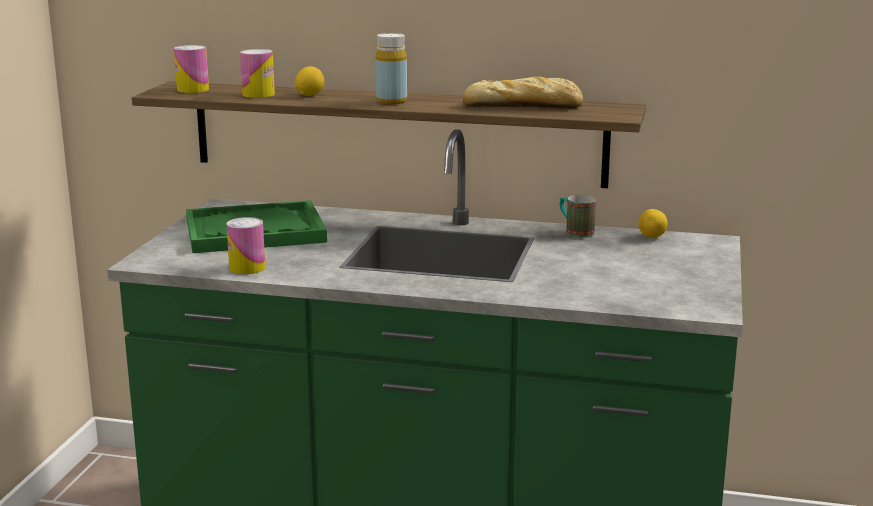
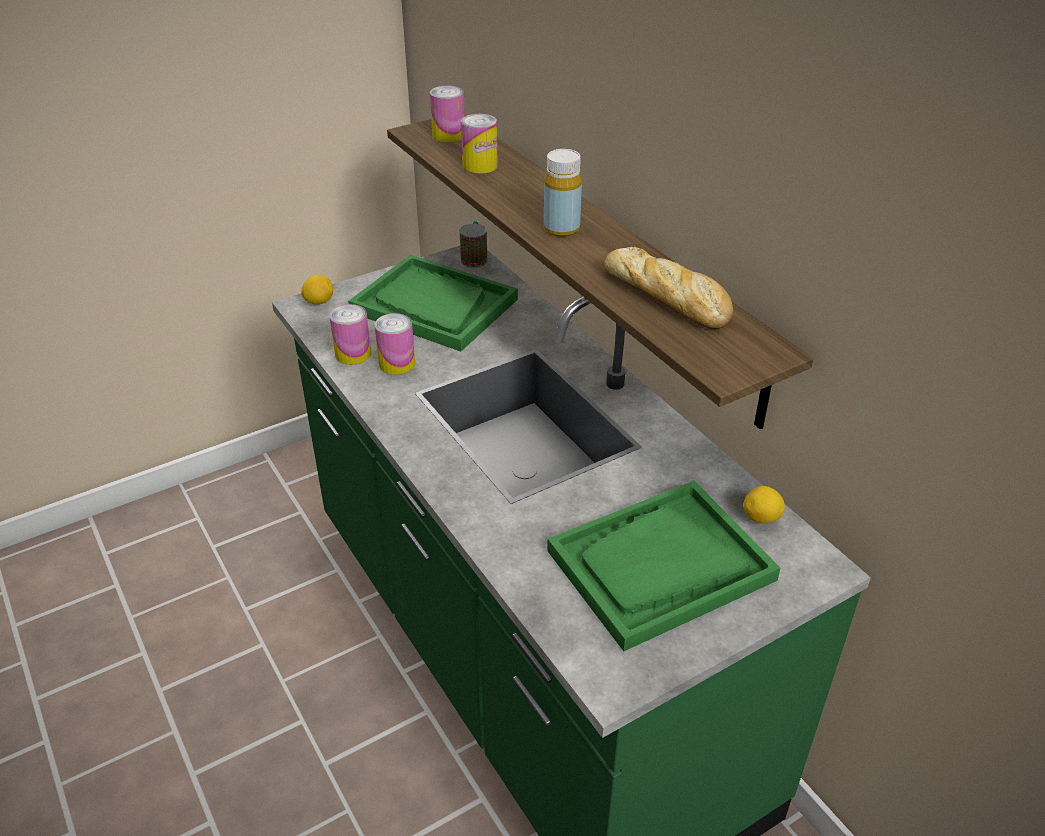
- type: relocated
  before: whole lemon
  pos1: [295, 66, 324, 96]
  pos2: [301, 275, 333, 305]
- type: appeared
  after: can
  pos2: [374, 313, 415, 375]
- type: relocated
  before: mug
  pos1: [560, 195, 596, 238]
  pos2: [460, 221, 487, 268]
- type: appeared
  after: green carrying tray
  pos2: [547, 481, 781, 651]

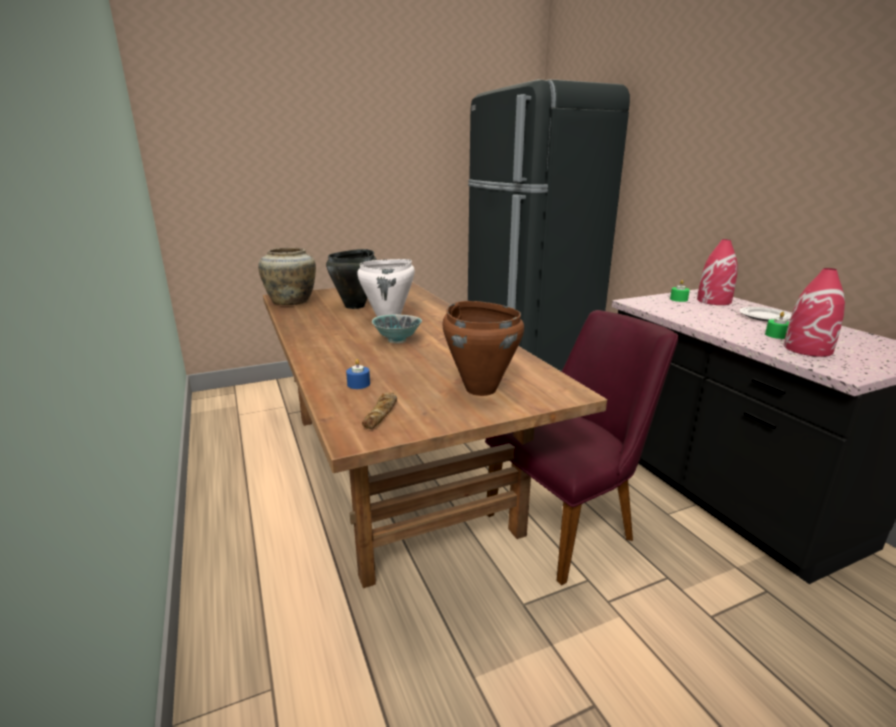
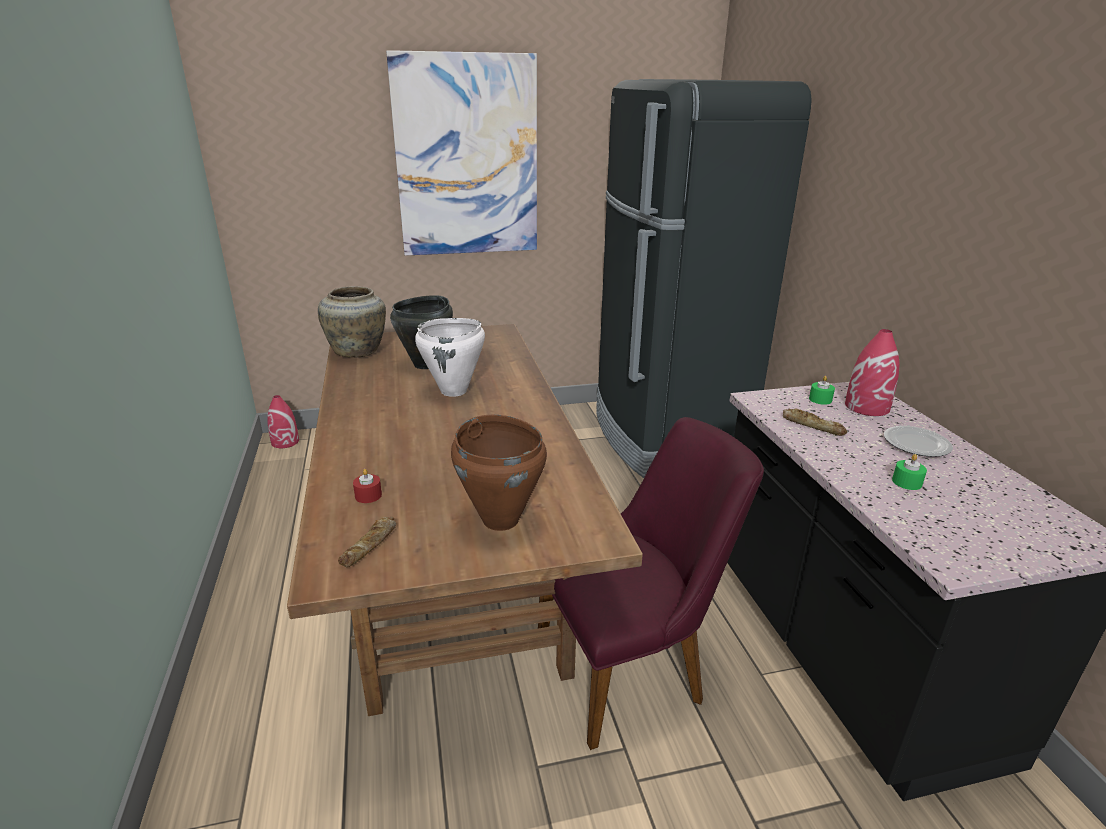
- type: relocated
  before: red flower vase
  pos1: [784, 268, 845, 357]
  pos2: [267, 395, 299, 448]
- type: colour
  before: bluish wax light
  after: red wax light
  pos1: [346, 359, 370, 389]
  pos2: [353, 469, 382, 503]
- type: appeared
  after: picture
  pos2: [386, 50, 537, 256]
- type: appeared
  after: bakery bread
  pos2: [783, 409, 847, 436]
- type: missing
  before: serving bowl
  pos1: [372, 314, 422, 343]

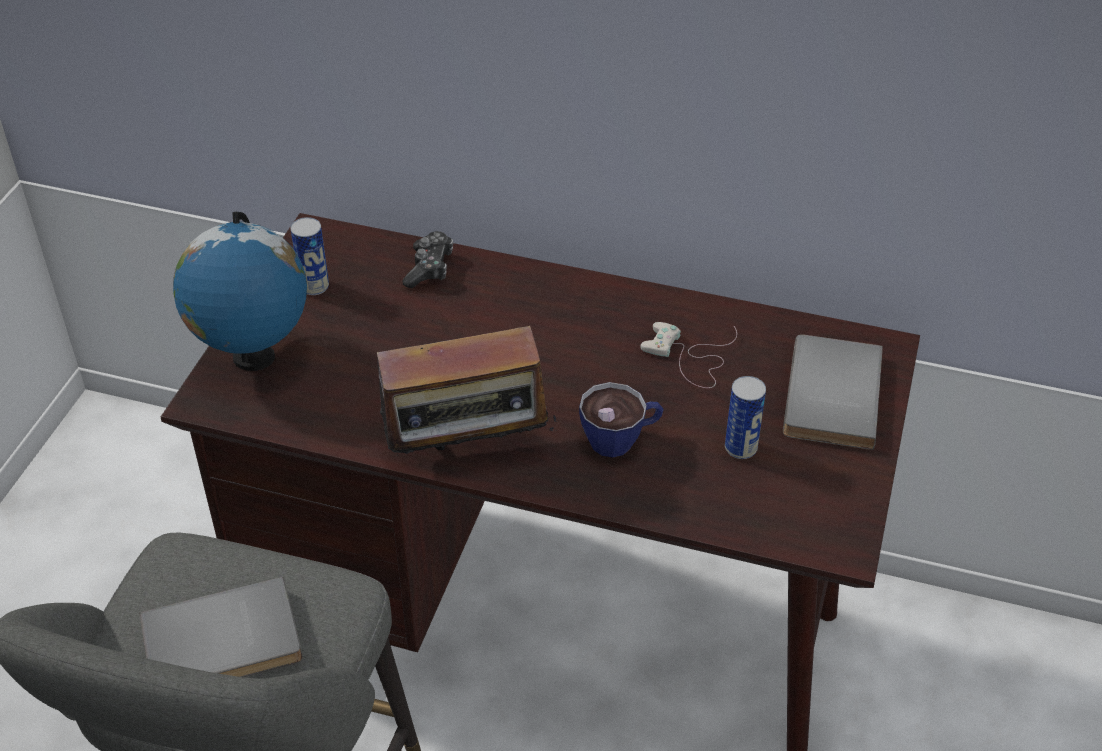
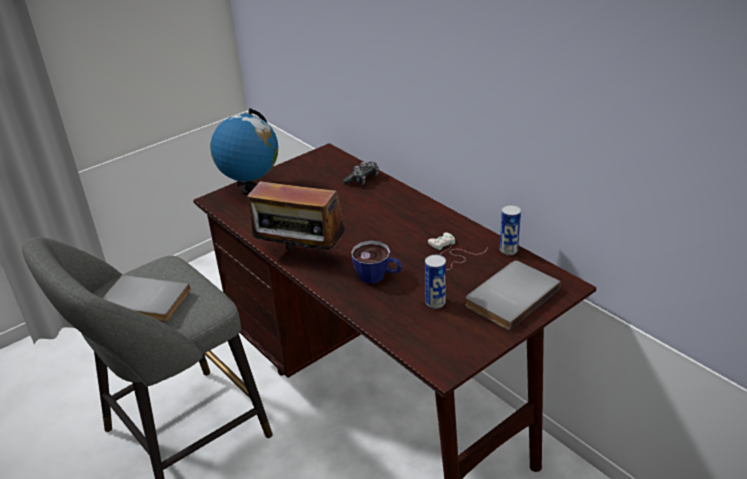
- type: relocated
  before: can
  pos1: [290, 217, 329, 295]
  pos2: [500, 205, 521, 255]

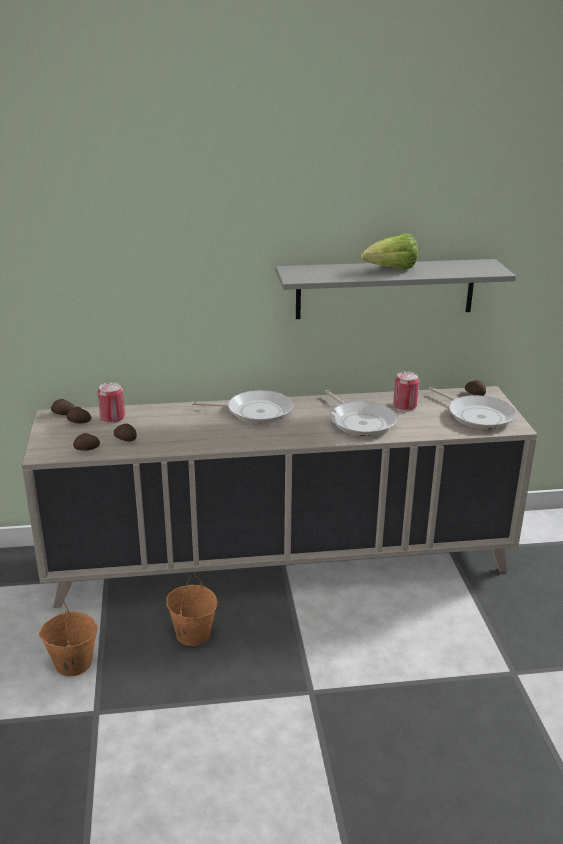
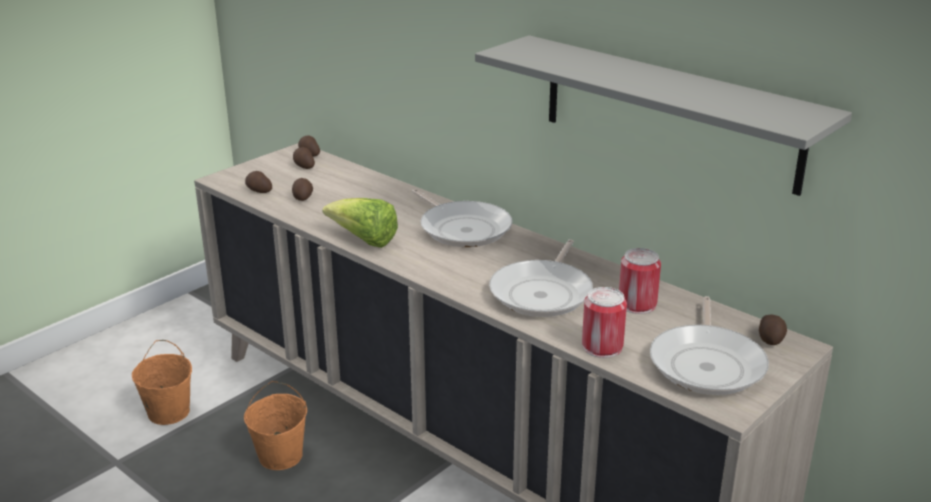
- type: relocated
  before: lettuce head
  pos1: [360, 233, 418, 269]
  pos2: [322, 198, 398, 248]
- type: relocated
  before: can
  pos1: [97, 382, 125, 424]
  pos2: [582, 287, 627, 358]

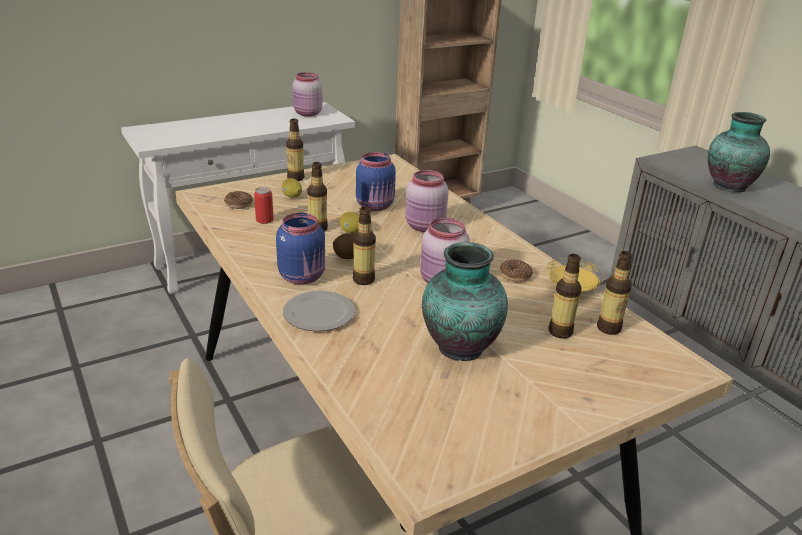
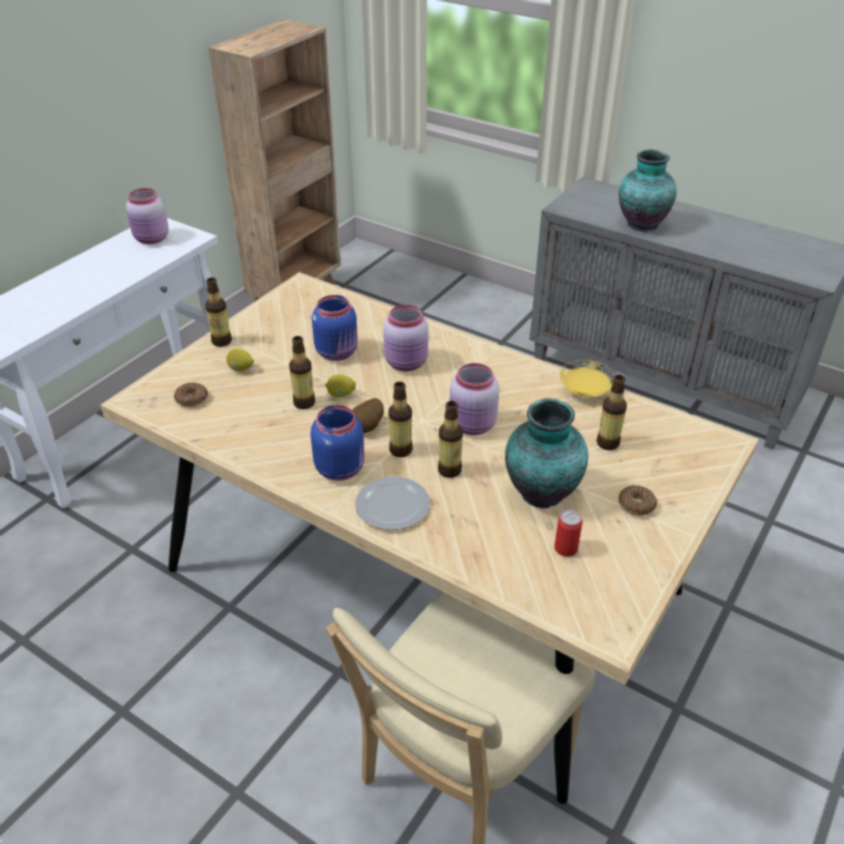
- type: relocated
  before: beverage bottle
  pos1: [597, 251, 632, 335]
  pos2: [438, 401, 463, 478]
- type: relocated
  before: can
  pos1: [254, 187, 274, 224]
  pos2: [554, 510, 583, 557]
- type: relocated
  before: doughnut
  pos1: [500, 260, 533, 282]
  pos2: [618, 485, 657, 516]

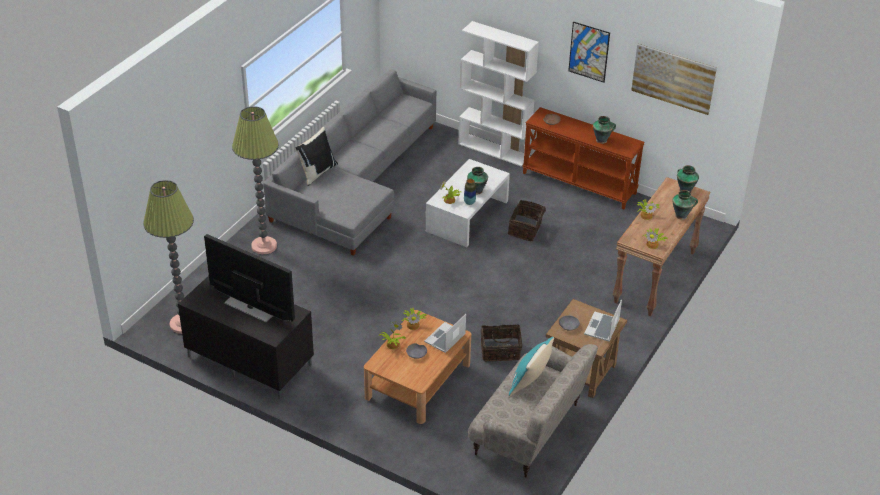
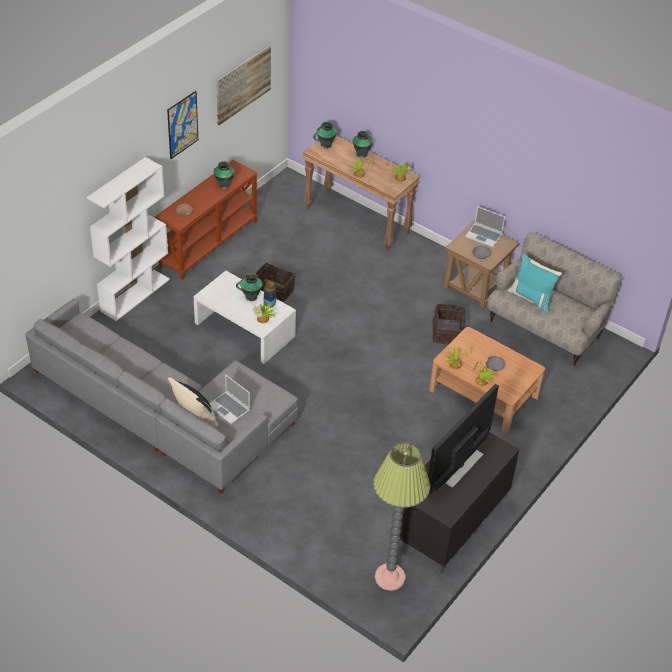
- type: relocated
  before: notebook computer
  pos1: [424, 314, 466, 353]
  pos2: [209, 374, 250, 424]
- type: missing
  before: standard lamp
  pos1: [232, 106, 279, 254]

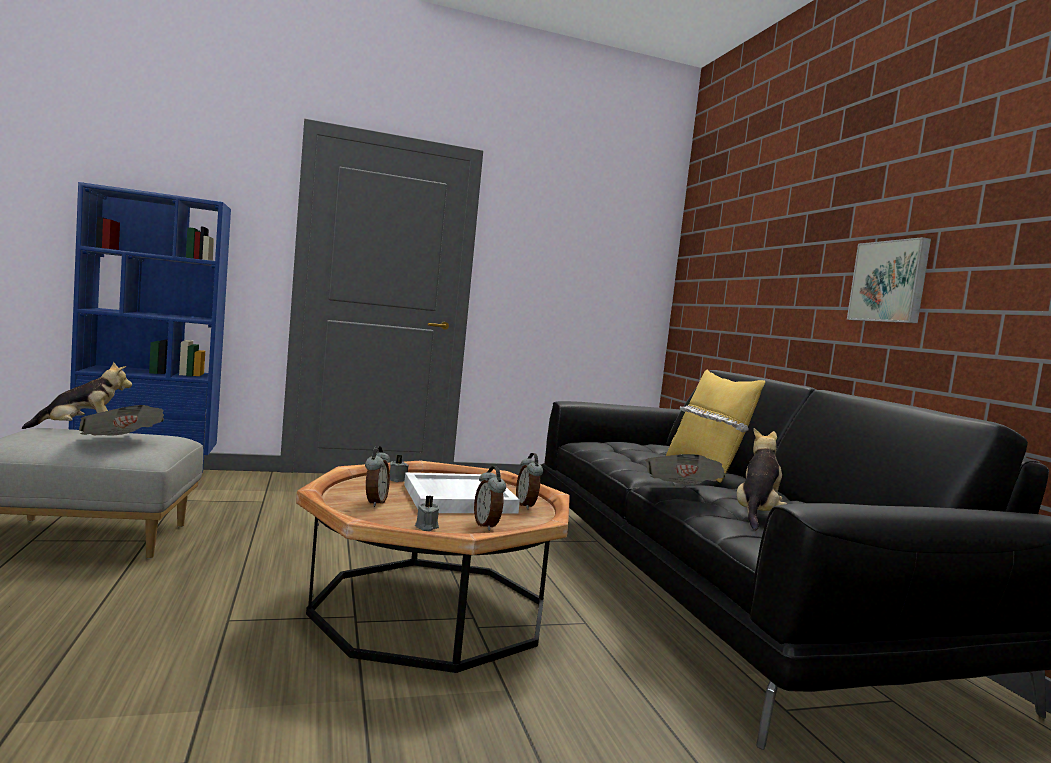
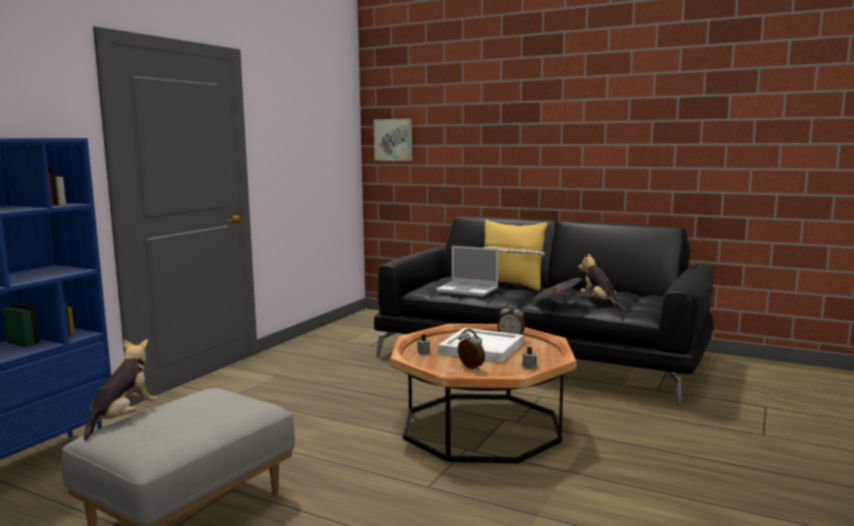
- type: relocated
  before: picture
  pos1: [847, 237, 931, 323]
  pos2: [373, 118, 412, 161]
- type: appeared
  after: notebook computer
  pos2: [436, 246, 498, 297]
- type: missing
  before: newspaper
  pos1: [79, 405, 164, 436]
- type: missing
  before: alarm clock
  pos1: [474, 466, 506, 531]

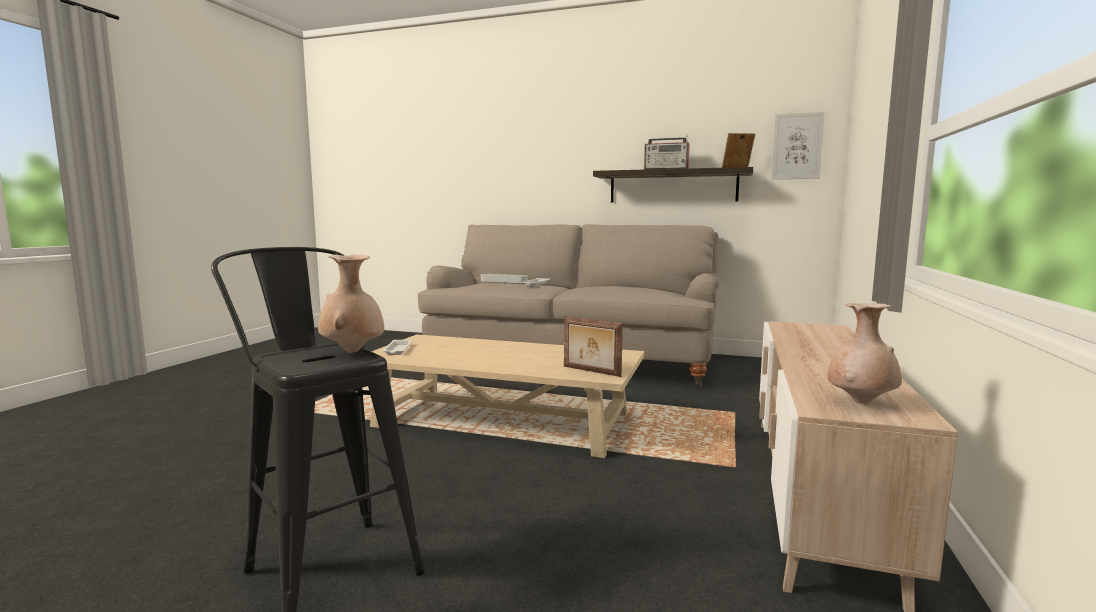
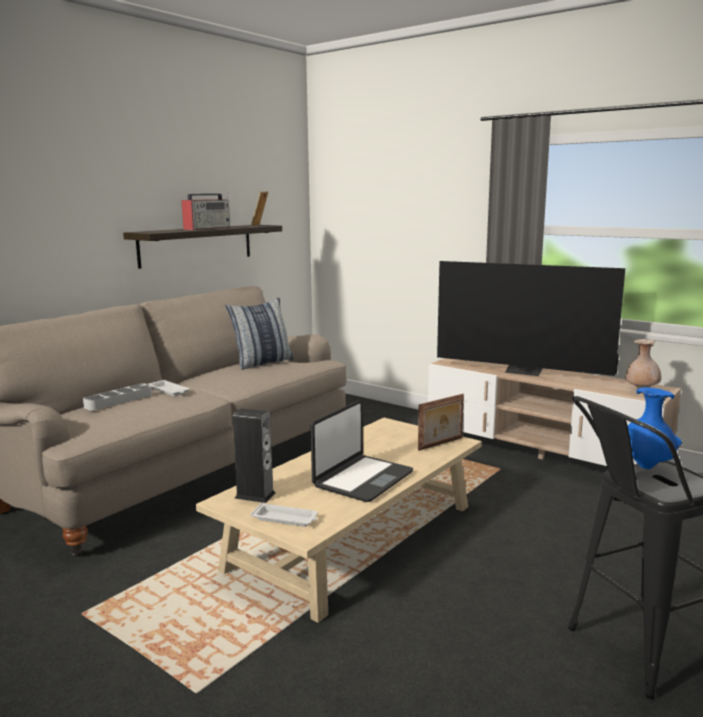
- type: appeared
  after: pillow
  pos2: [225, 298, 294, 370]
- type: appeared
  after: audio speaker
  pos2: [233, 408, 276, 503]
- type: appeared
  after: notebook computer
  pos2: [311, 400, 413, 502]
- type: appeared
  after: television
  pos2: [437, 261, 626, 376]
- type: colour
  before: beige-coloured flower vase
  after: bluish flower vase
  pos1: [318, 254, 384, 353]
  pos2: [628, 387, 682, 469]
- type: missing
  before: picture
  pos1: [772, 112, 825, 180]

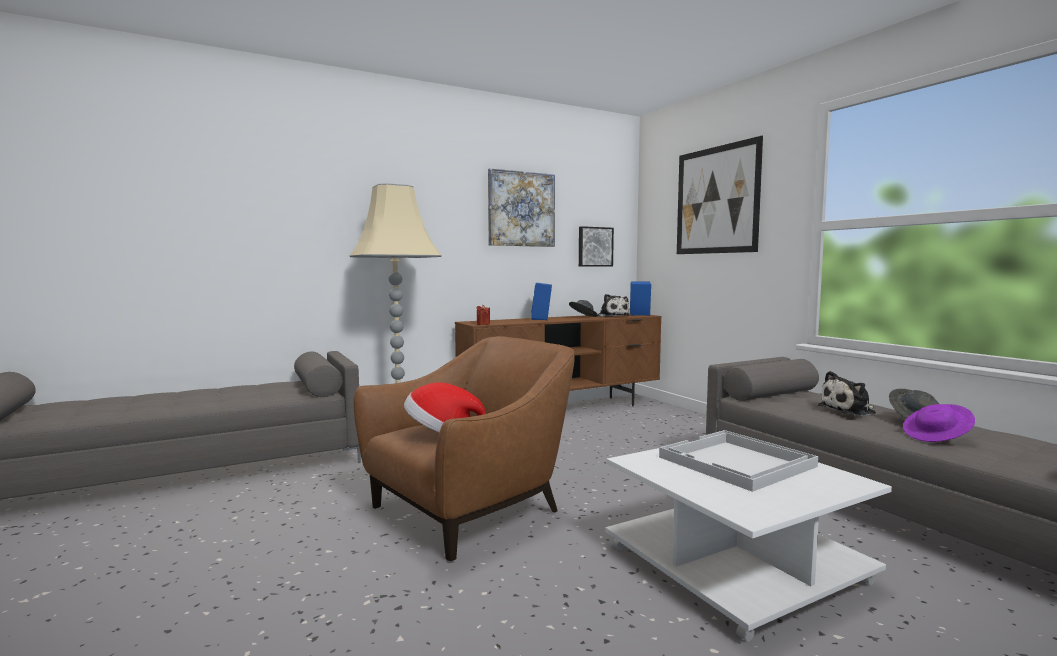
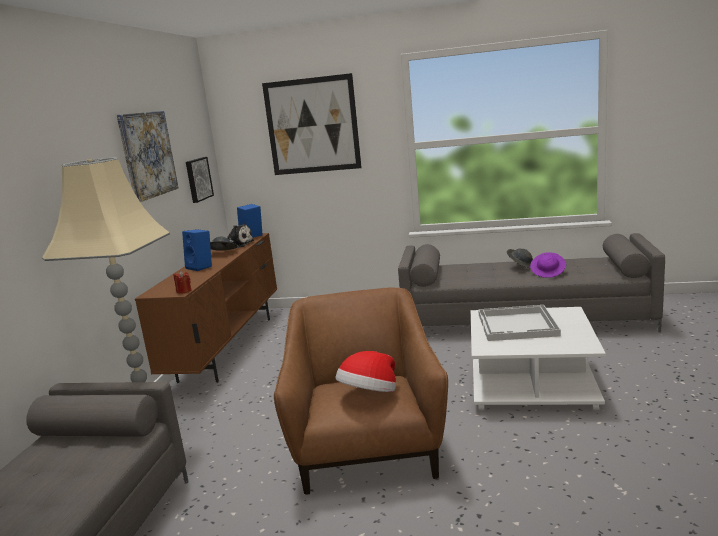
- type: missing
  before: soft toy
  pos1: [818, 371, 876, 416]

